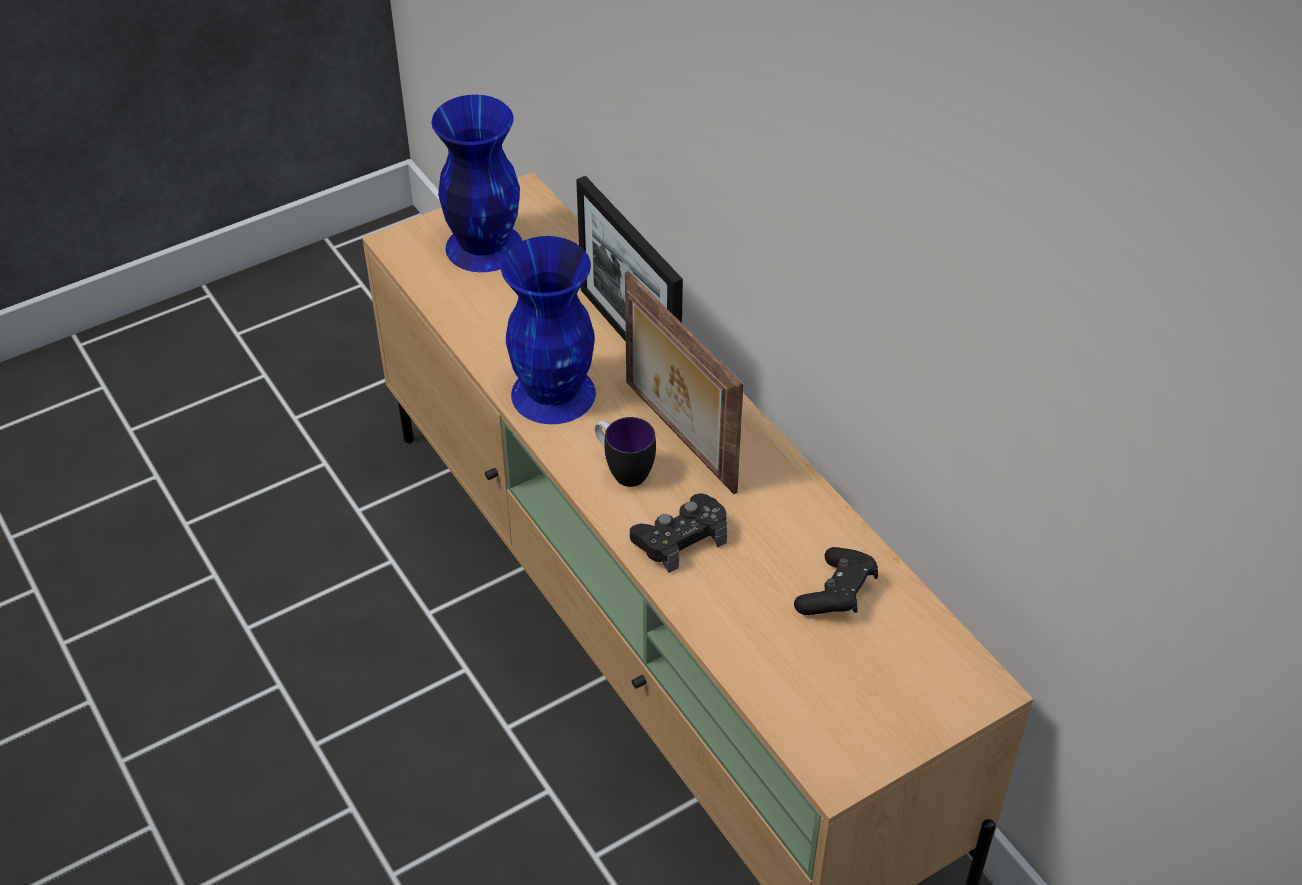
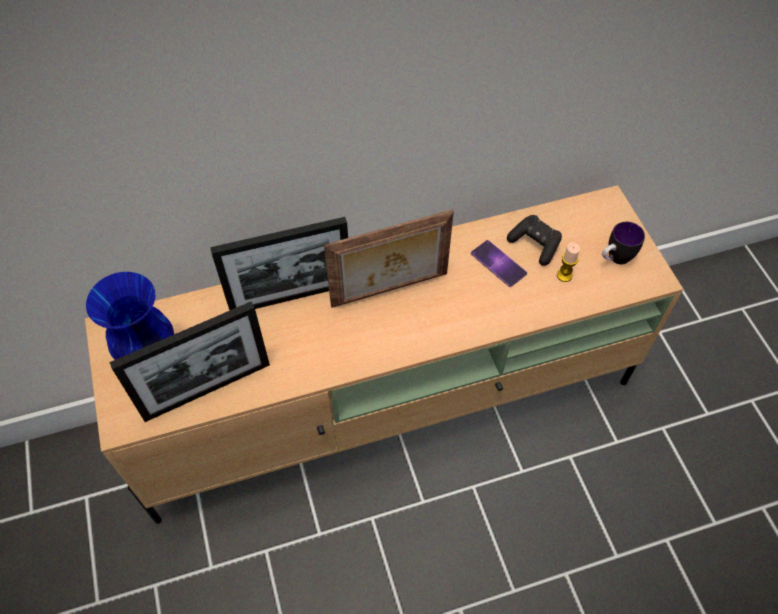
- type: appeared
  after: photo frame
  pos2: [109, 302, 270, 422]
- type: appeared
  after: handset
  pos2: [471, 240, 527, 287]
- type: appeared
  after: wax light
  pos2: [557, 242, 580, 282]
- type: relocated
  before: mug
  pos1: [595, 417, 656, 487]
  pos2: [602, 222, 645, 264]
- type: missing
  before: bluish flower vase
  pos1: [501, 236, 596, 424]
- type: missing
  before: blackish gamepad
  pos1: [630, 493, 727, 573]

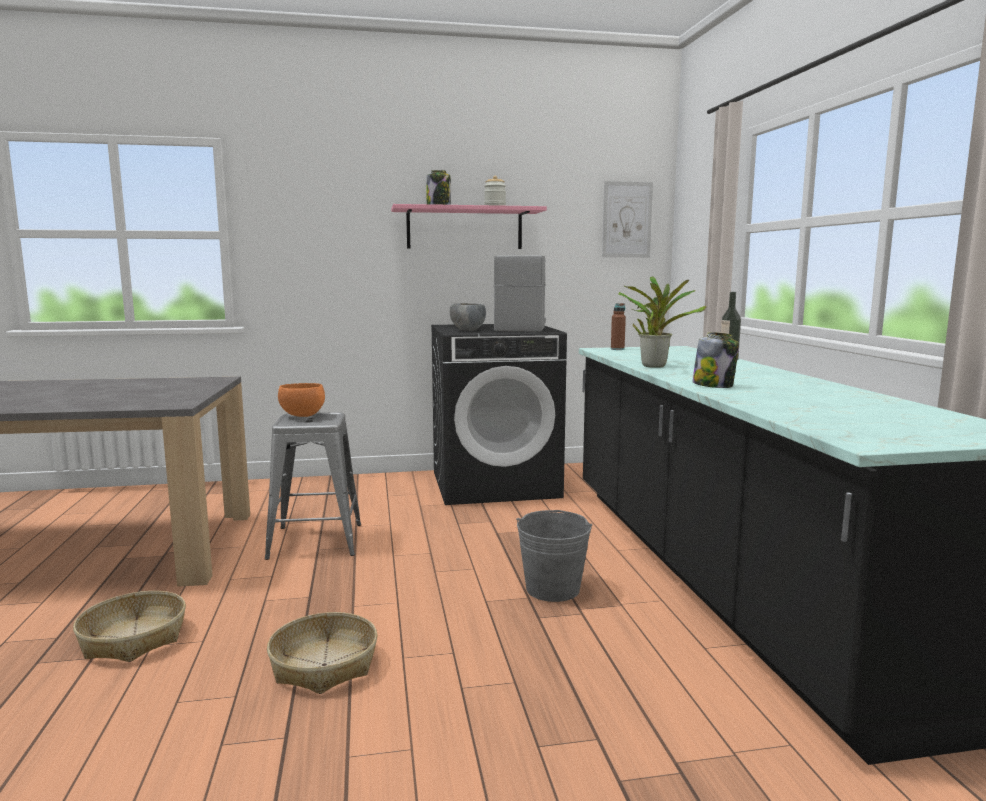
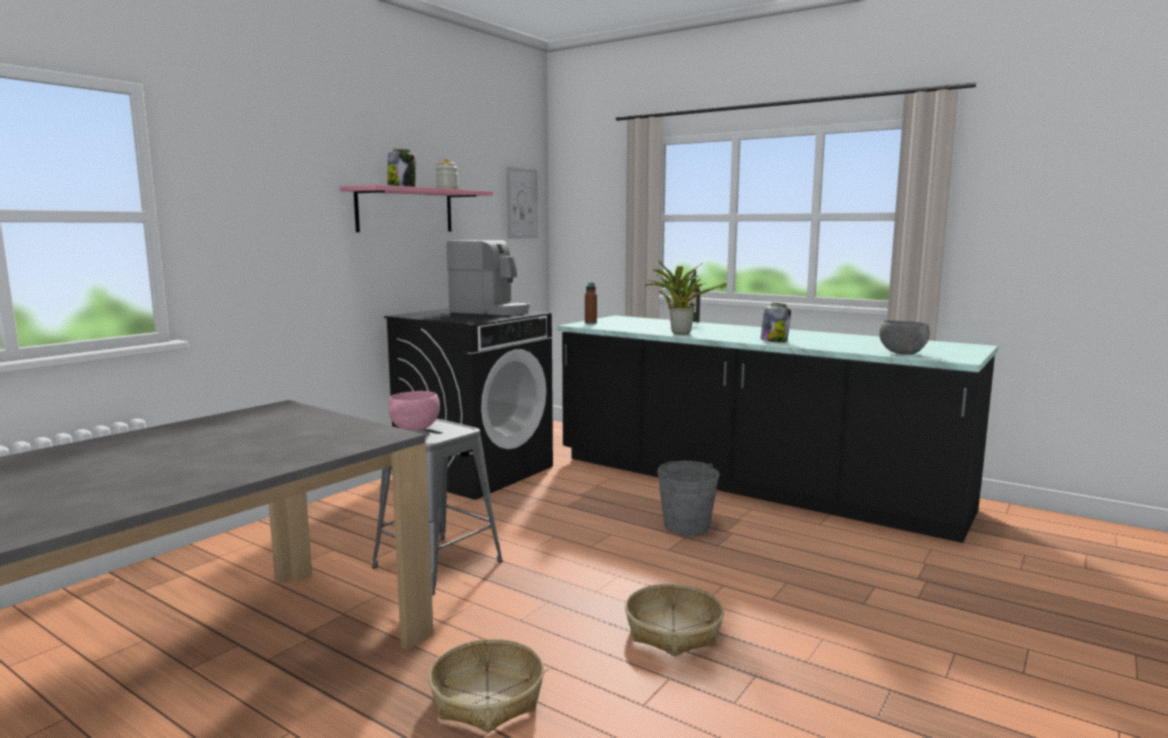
- type: colour
  before: orange serving bowl
  after: pinkish serving bowl
  pos1: [278, 383, 325, 417]
  pos2: [388, 391, 440, 430]
- type: spun
  before: coffee brewer
  pos1: [494, 255, 546, 332]
  pos2: [447, 240, 530, 315]
  turn: 150
- type: relocated
  before: greyish serving bowl
  pos1: [450, 303, 486, 331]
  pos2: [879, 320, 930, 355]

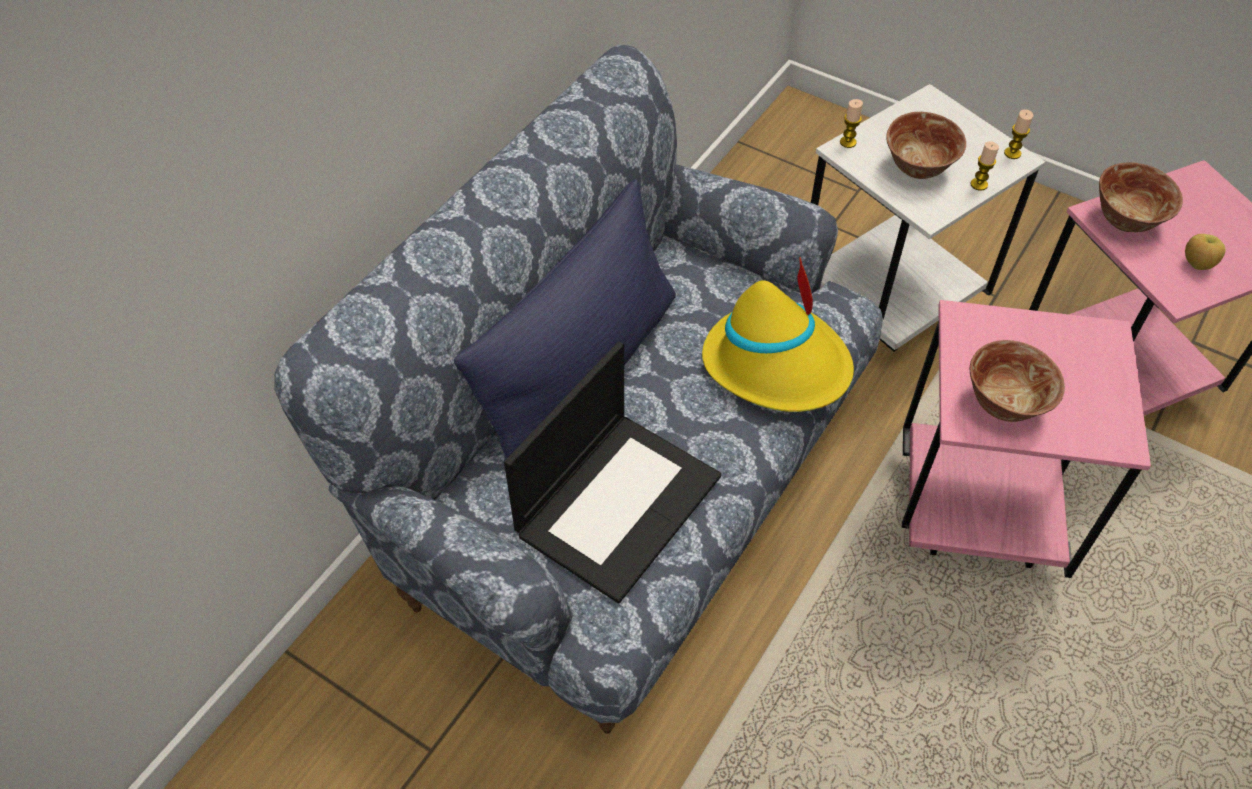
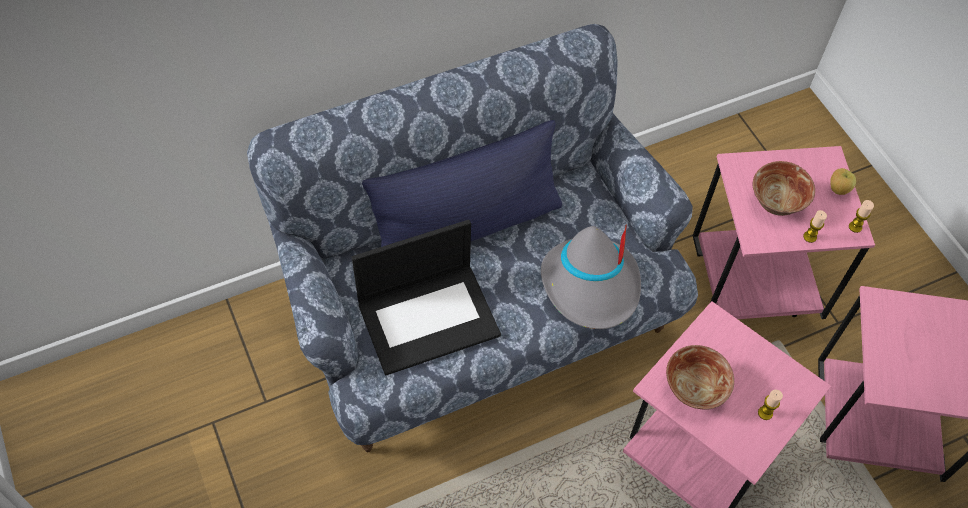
- type: colour
  before: yellow clothing hat
  after: greyish clothing hat
  pos1: [702, 257, 854, 412]
  pos2: [541, 224, 641, 329]
- type: colour
  before: whitish side table
  after: pinkish side table
  pos1: [811, 84, 1045, 352]
  pos2: [693, 146, 875, 319]
- type: relocated
  before: wax light
  pos1: [840, 99, 863, 148]
  pos2: [758, 390, 783, 420]
- type: relocated
  before: apple
  pos1: [1185, 234, 1226, 270]
  pos2: [830, 168, 856, 195]
- type: missing
  before: serving bowl
  pos1: [1099, 163, 1183, 232]

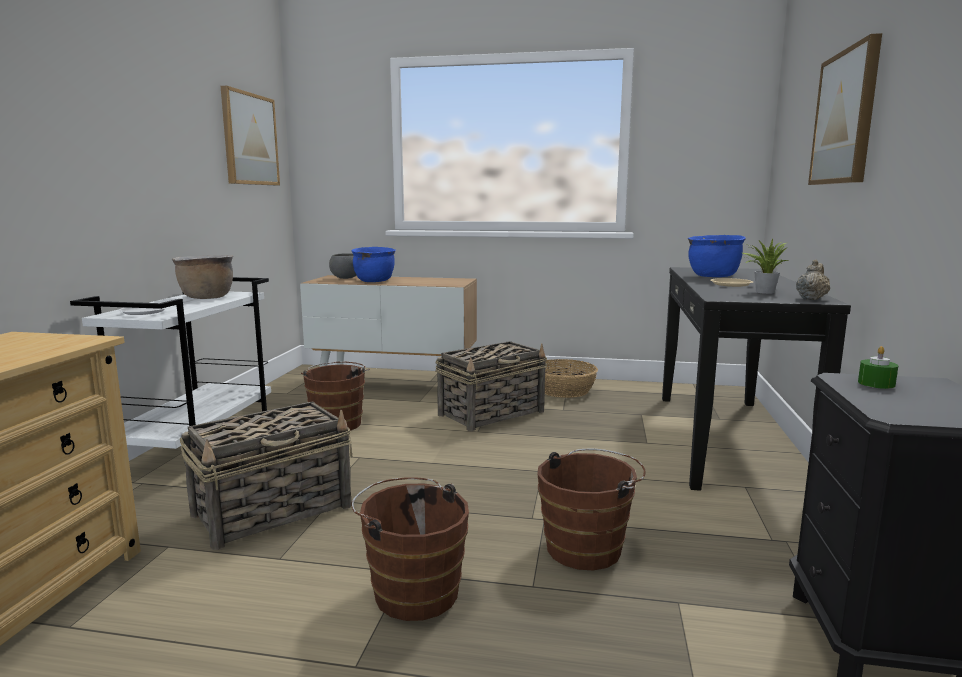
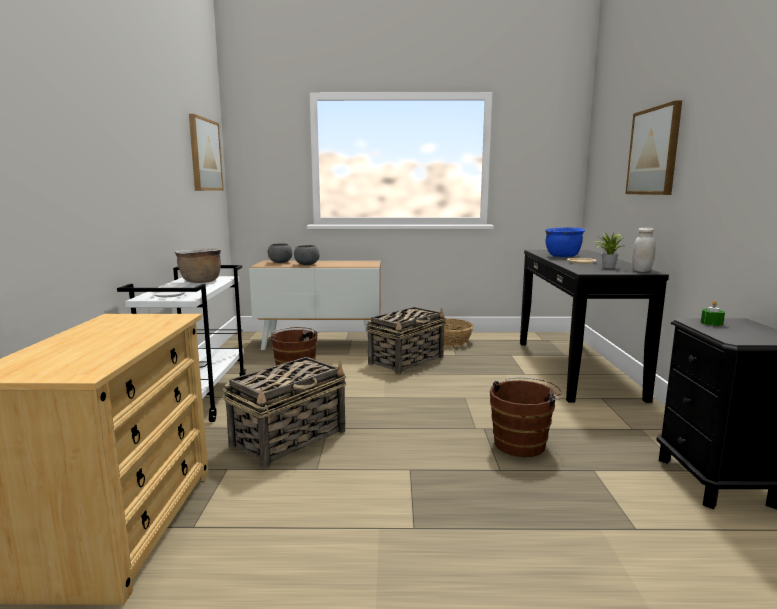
- type: exchanged
  before: bluish cooking pot
  after: greyish serving bowl
  pos1: [351, 247, 396, 282]
  pos2: [294, 245, 320, 265]
- type: exchanged
  before: beige-coloured pot for tea
  after: whitish preserve jar
  pos1: [796, 259, 830, 300]
  pos2: [632, 228, 656, 272]
- type: missing
  before: brown-coloured bucket
  pos1: [352, 477, 469, 621]

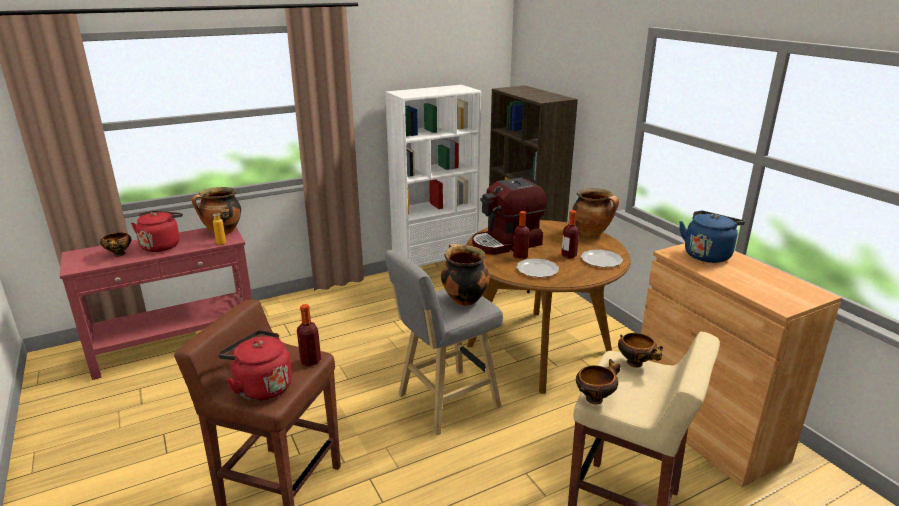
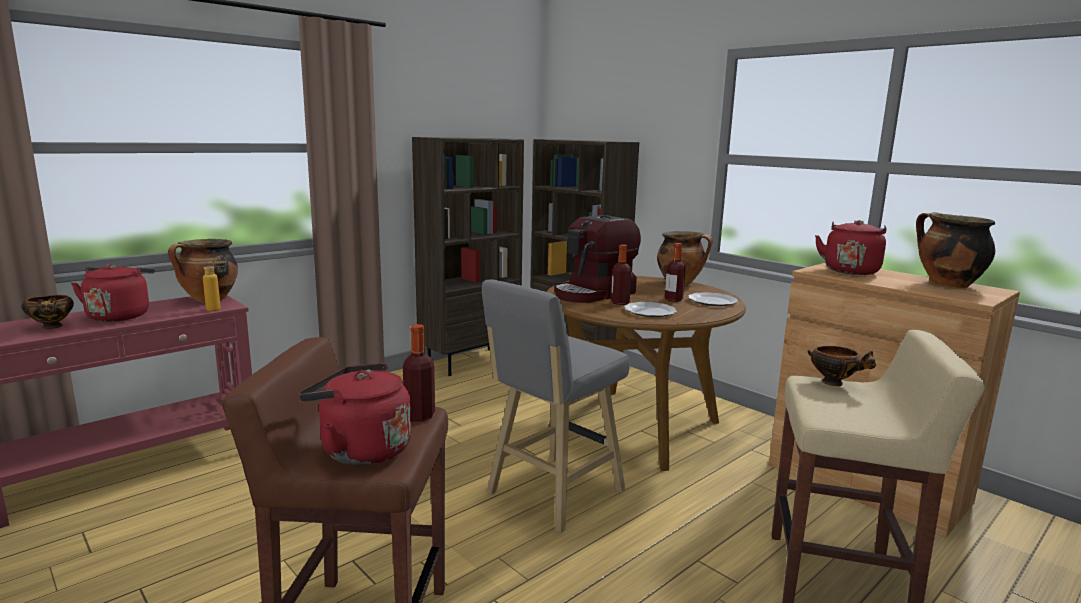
- type: colour
  before: whitish bookcase
  after: brown-coloured bookcase
  pos1: [385, 85, 481, 266]
  pos2: [412, 137, 524, 376]
- type: colour
  before: bluish tea kettle
  after: red tea kettle
  pos1: [679, 211, 745, 263]
  pos2: [815, 220, 886, 275]
- type: relocated
  before: cooking pot
  pos1: [441, 244, 490, 306]
  pos2: [916, 212, 995, 288]
- type: missing
  before: serving bowl
  pos1: [576, 359, 620, 404]

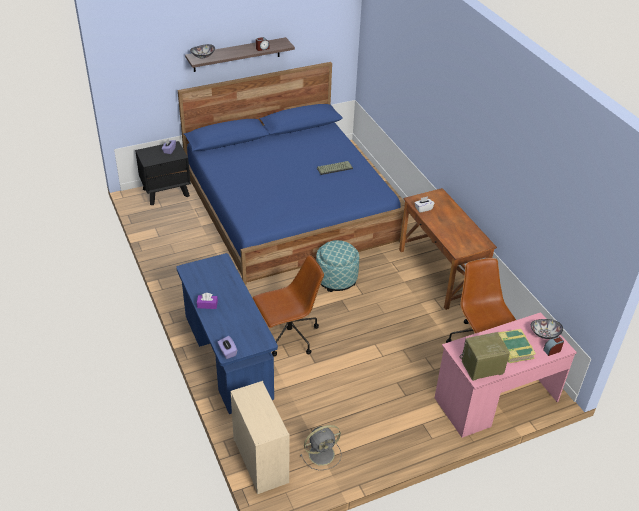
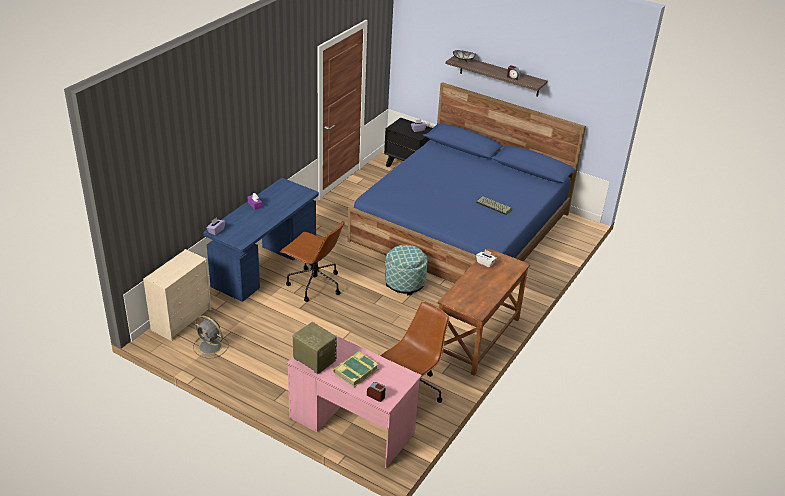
- type: missing
  before: serving bowl
  pos1: [531, 319, 563, 339]

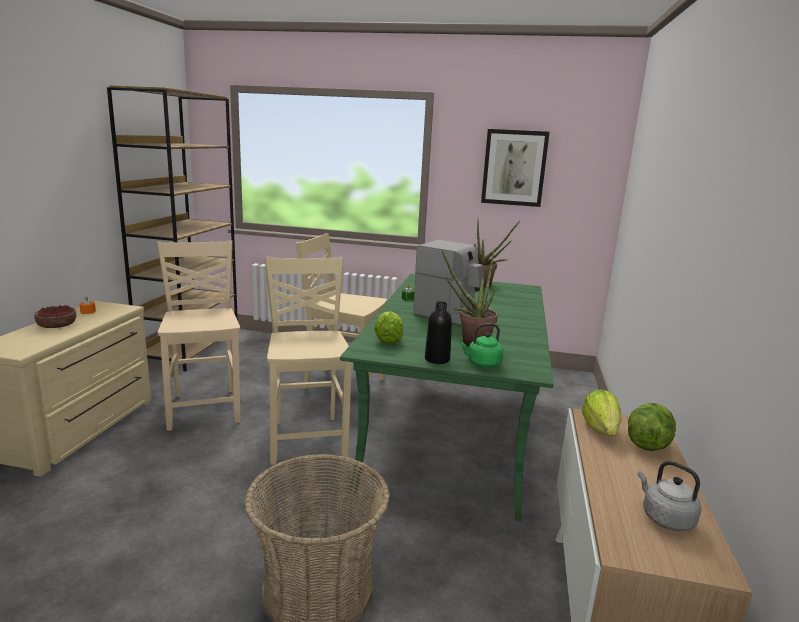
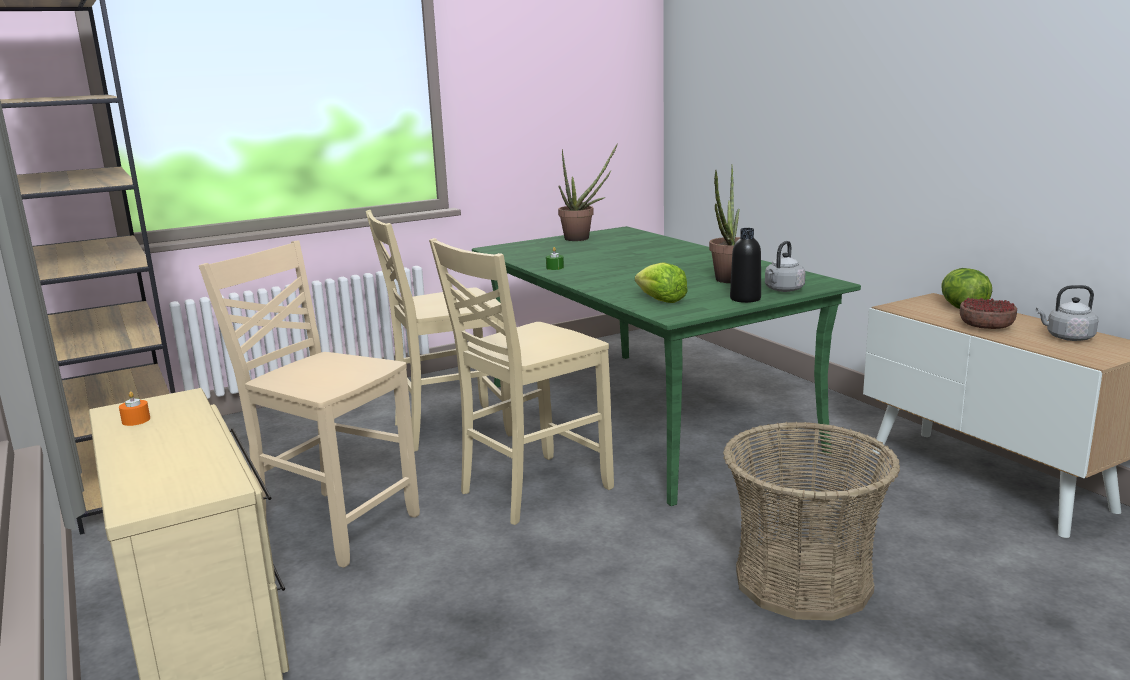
- type: spun
  before: beige-coloured chair
  pos1: [265, 257, 352, 465]
  pos2: [429, 238, 614, 525]
  turn: -75
- type: colour
  before: green tea kettle
  after: greyish tea kettle
  pos1: [460, 323, 503, 367]
  pos2: [765, 241, 806, 292]
- type: relocated
  before: serving bowl
  pos1: [34, 305, 76, 328]
  pos2: [960, 298, 1017, 329]
- type: missing
  before: coffee brewer
  pos1: [413, 240, 492, 325]
- type: missing
  before: picture
  pos1: [481, 129, 550, 207]
- type: missing
  before: lettuce head
  pos1: [582, 389, 621, 436]

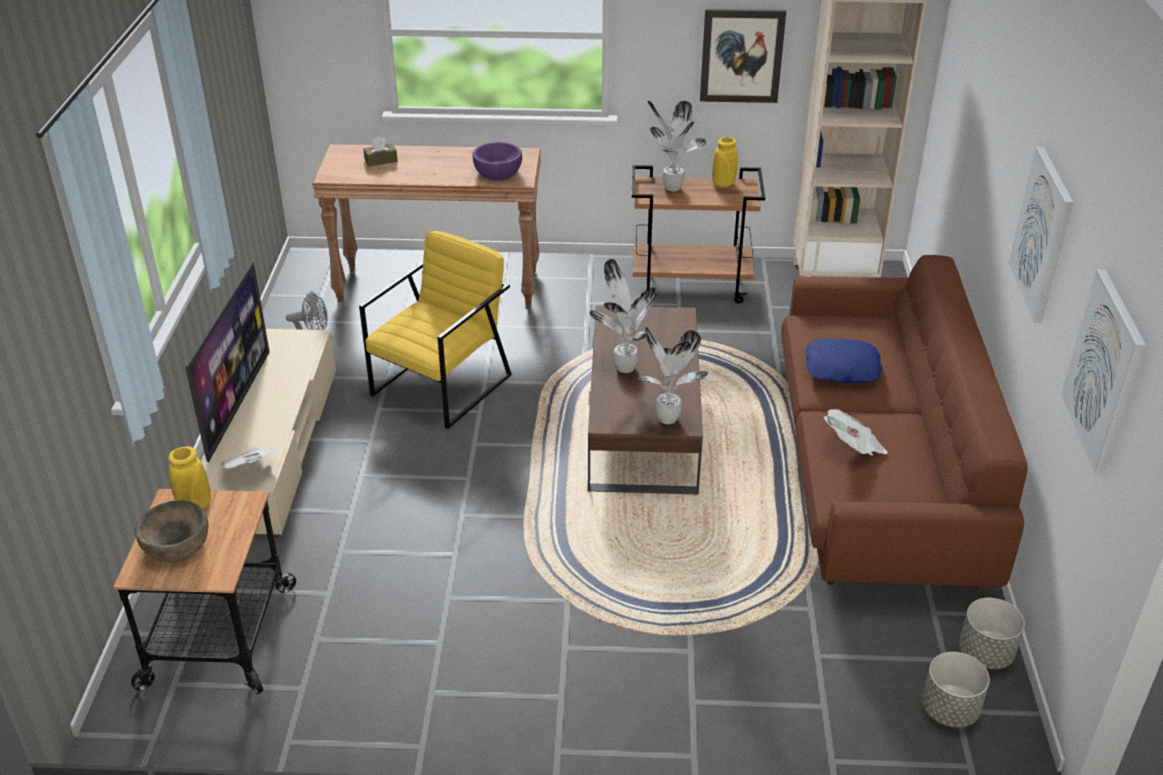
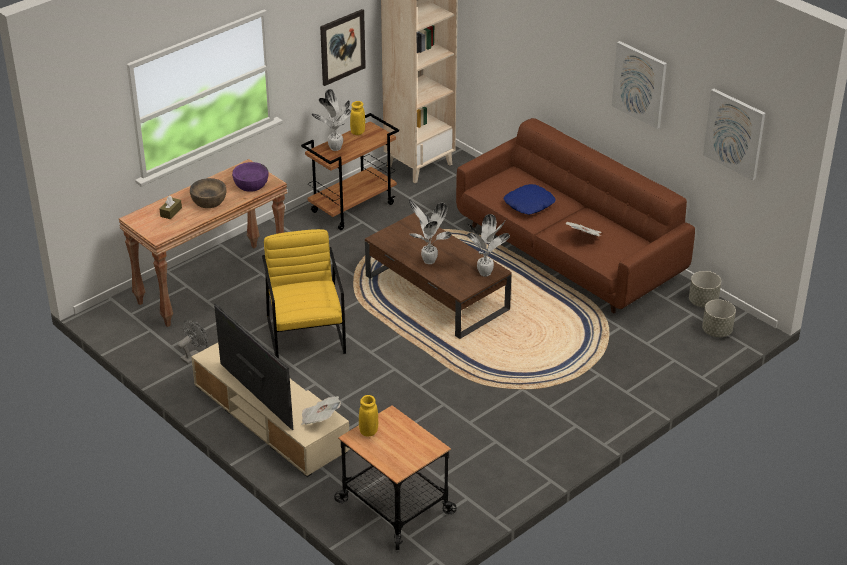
- type: relocated
  before: brown-coloured serving bowl
  pos1: [135, 500, 209, 563]
  pos2: [190, 178, 226, 208]

